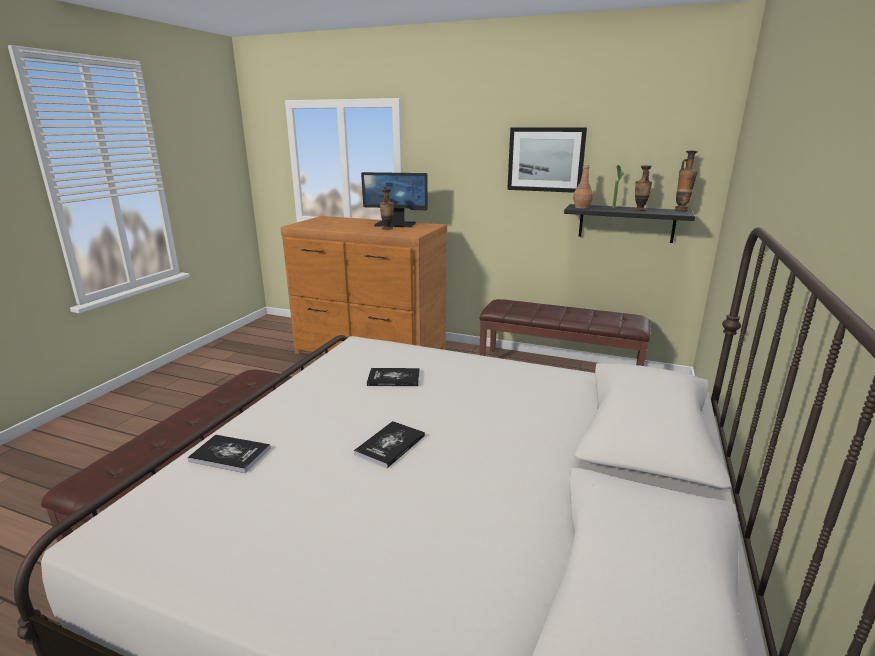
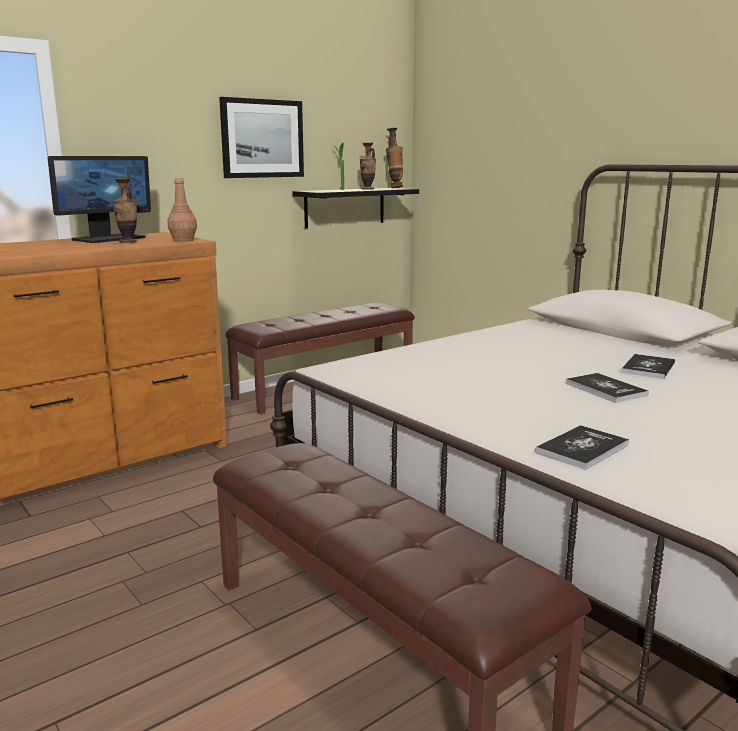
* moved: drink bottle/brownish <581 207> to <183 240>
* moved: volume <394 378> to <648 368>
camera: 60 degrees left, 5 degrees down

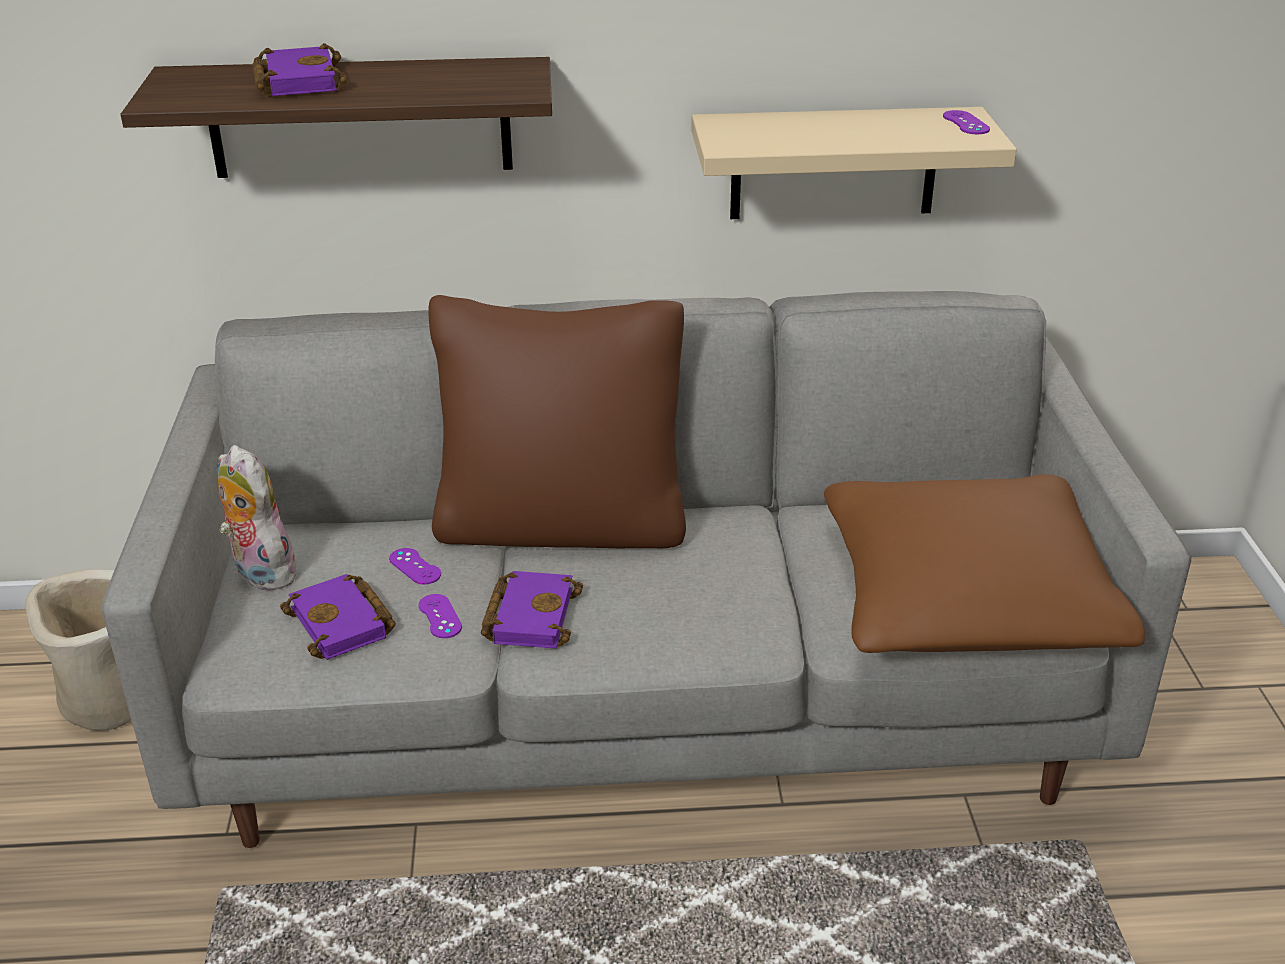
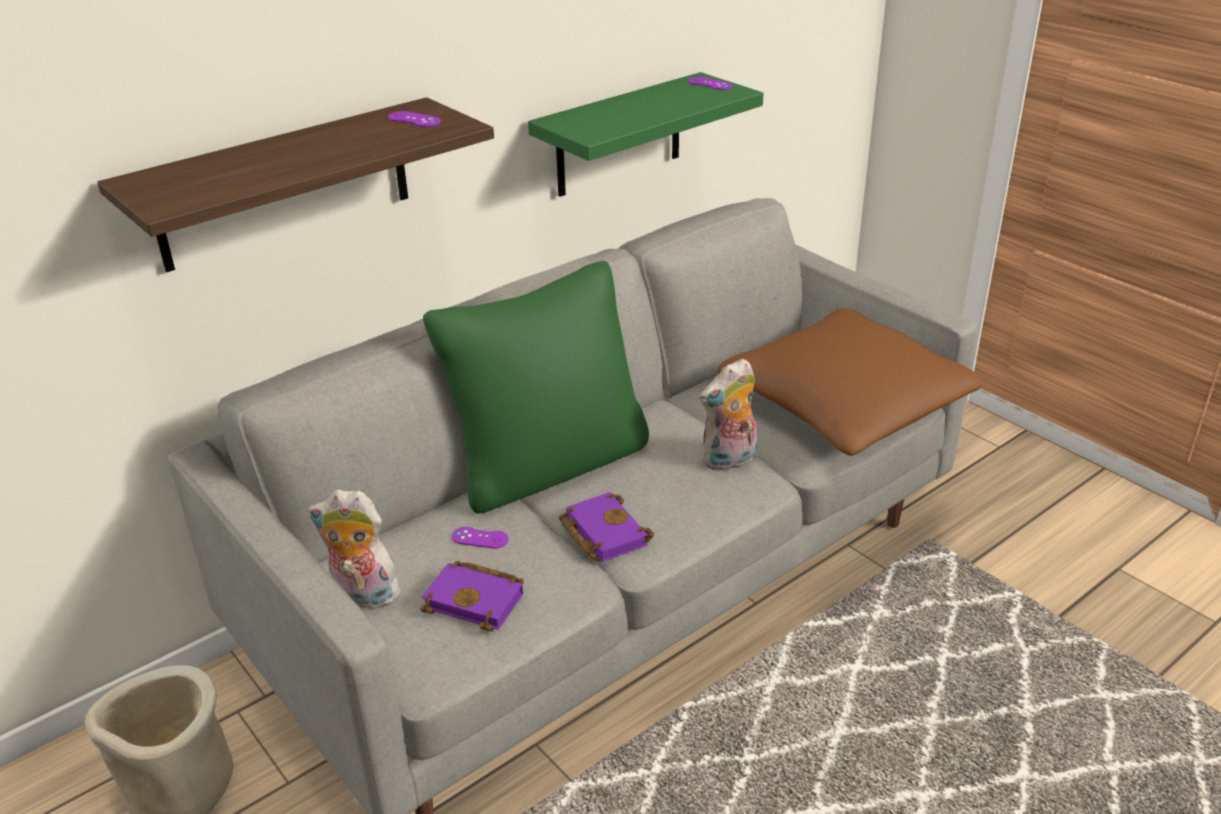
* removed: volume/purplish <296 80>
* recoloured: wall shelf/beige-coloured <834 163> to wall shelf/green-coloured <619 136>
* recoloured: cushion/brownish <562 524> to cushion/green-coloured <548 464>
* moved: gamepad/purplish <440 616> to <414 120>
* added: cuddly toy <729 461>
camera: 35 degrees left, 0 degrees up

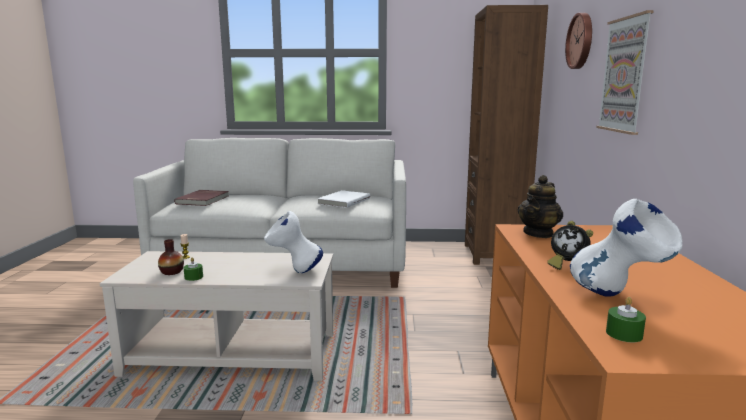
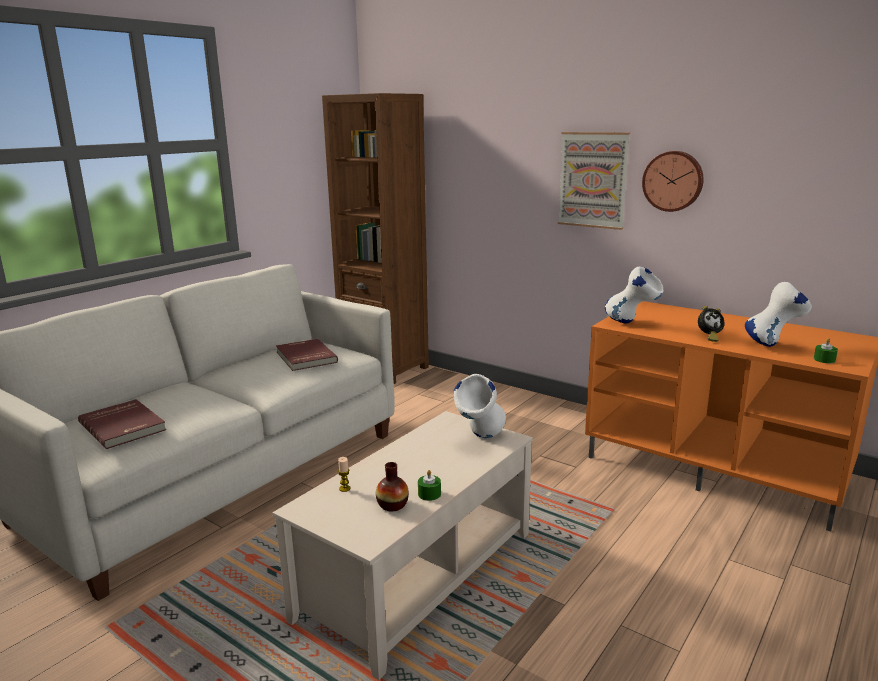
* moved: wall clock <581 41> to <673 181>
* replaced: pot for tea <538 233> to vase/white <632 323>
* recoloured: volume/white <343 201> to volume/reddish <305 357>
camera: 55 degrees left, 5 degrees up

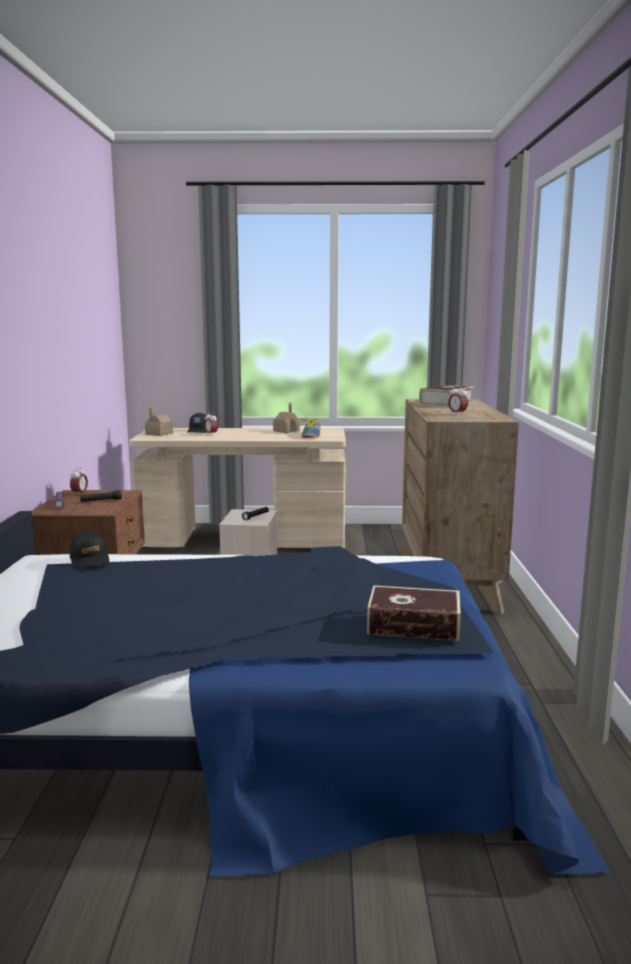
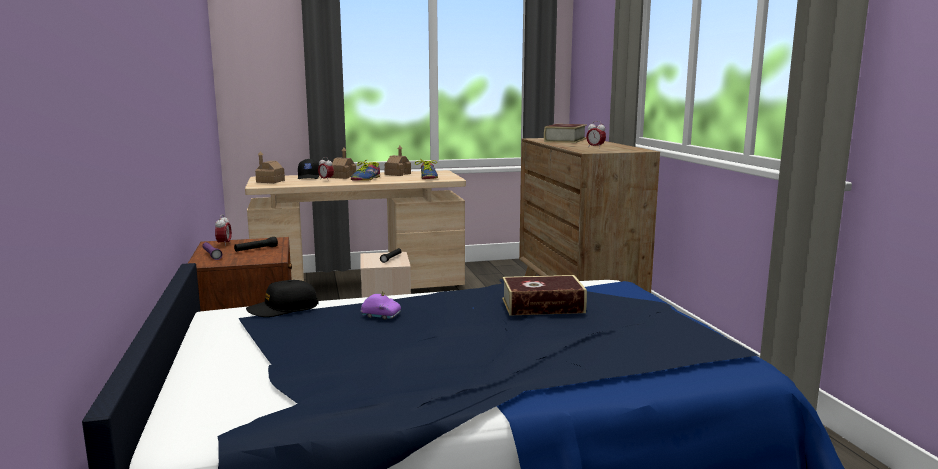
* turned: baseball cap/black-coloured <90 559> = <283 309> 105 degrees clockwise
* moved: volume <413 625> to <542 306>
* added: model house <343 177>
* added: item of footwear <366 179>
* added: toy car/purplish <381 315>
camera: 15 degrees left, 0 degrees up

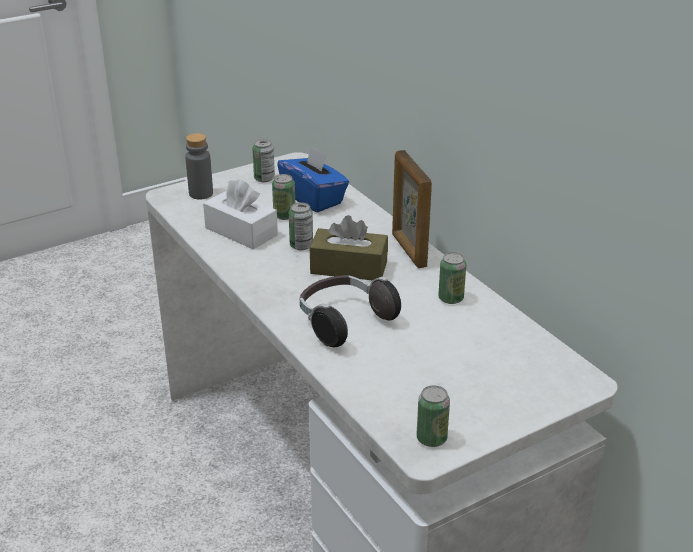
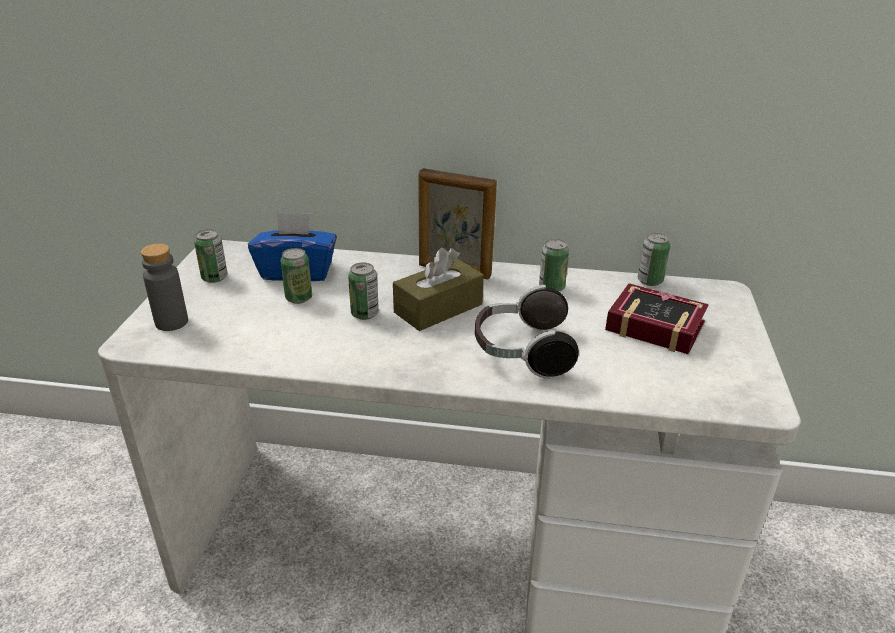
* removed: box of tissues/white <241 231>
* moved: metal can <431 439> to <650 281>
* added: volume <651 324>
camera: 50 degrees left, 0 degrees up

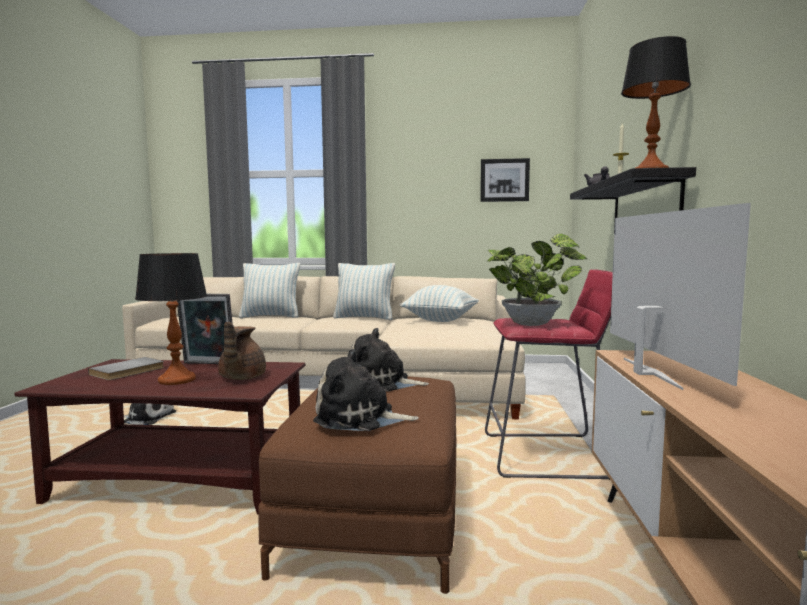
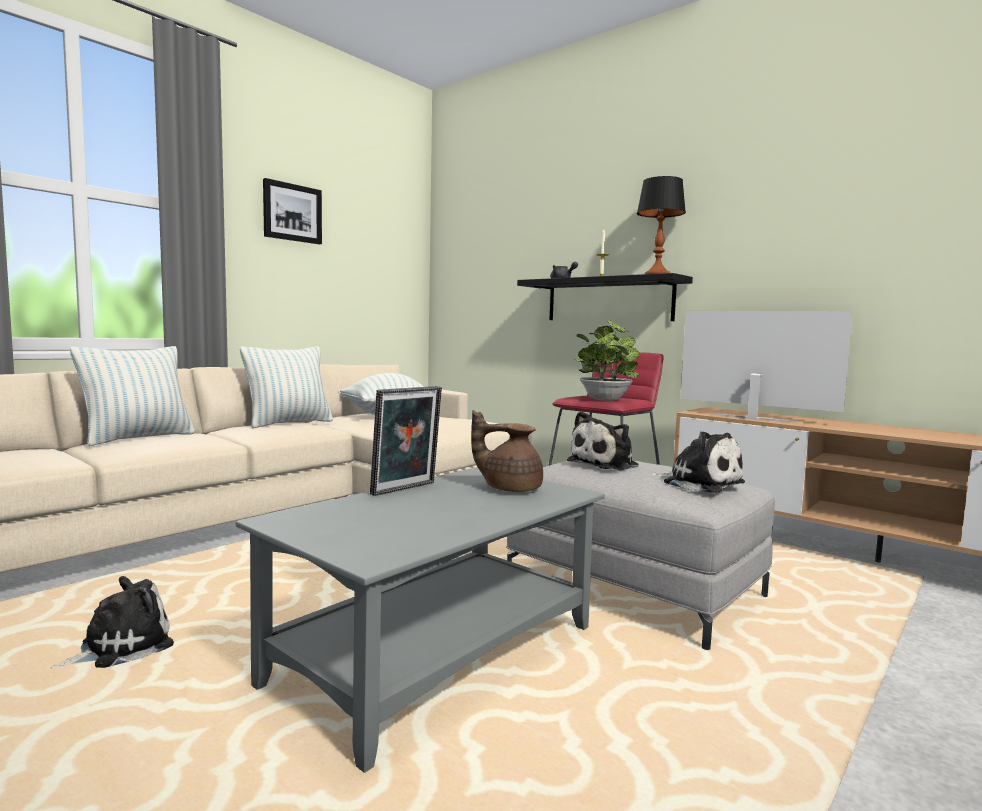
* moved: wall picture <504 180> to <292 212>
* removed: lamp for a table <177 380>
* turned: pot for tea/brownish <241 378> = <509 488> 150 degrees clockwise
* turned: cuddly toy <360 418> = <699 483> 90 degrees counterclockwise
* removed: volume/grey <129 371>
* recoloured: low table/brownish <184 480> to low table/grey <438 654>
* recoloured: footrest/brownish <377 514> to footrest/grey <634 587>
camera: 55 degrees left, 0 degrees up

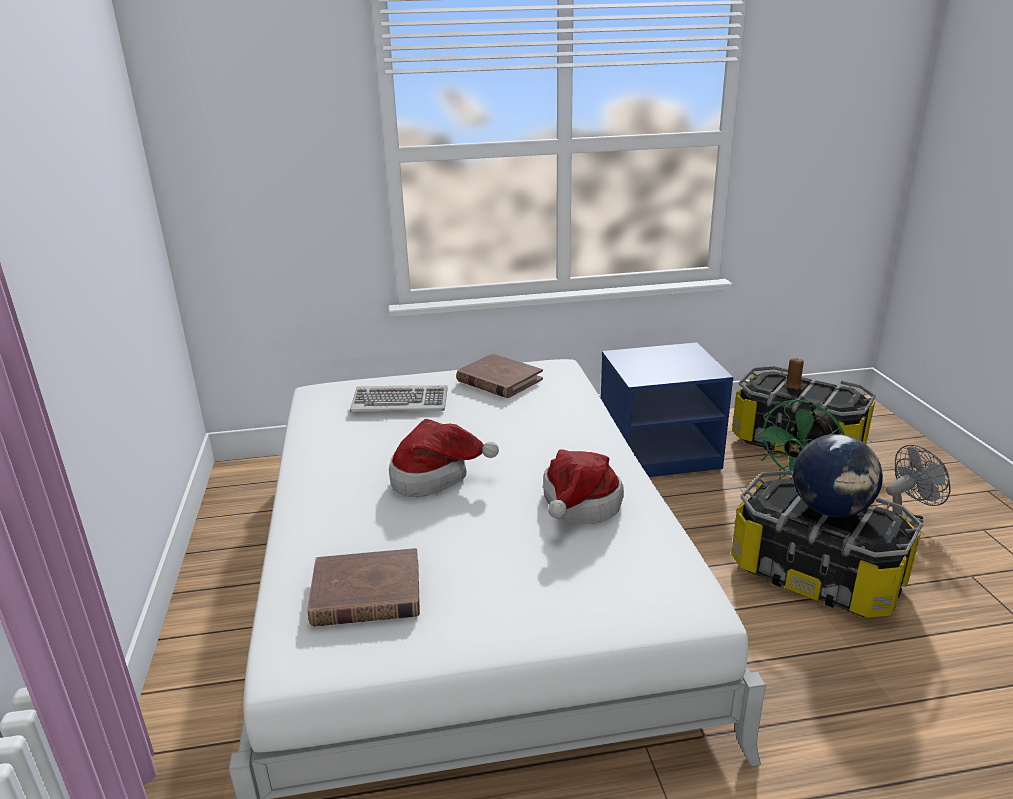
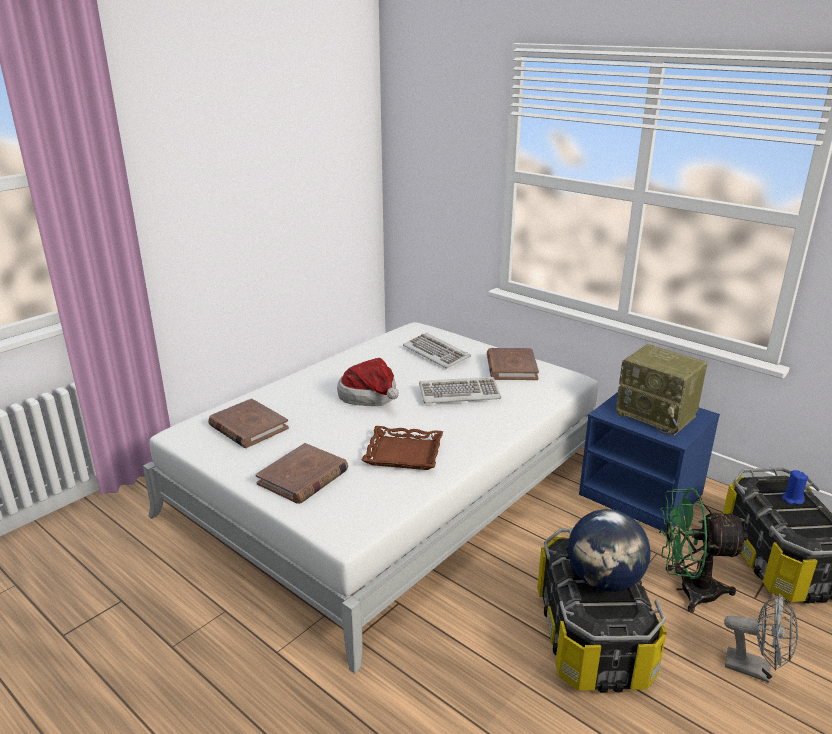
* recoloured: wax light/brownish <793 385> to wax light/bluish <792 499>
* replaced: hat <578 506> to tray/brownish <403 454>
* added: radio set <657 415>
* added: keyboard <459 393>
* added: volume/brownish <303 477>
camera: 50 degrees right, 0 degrees up

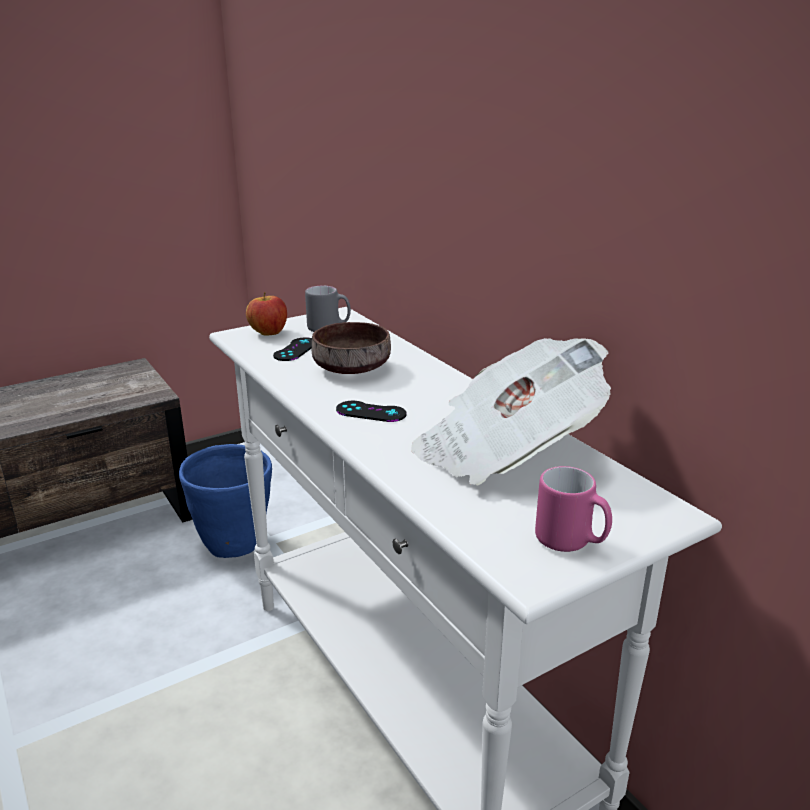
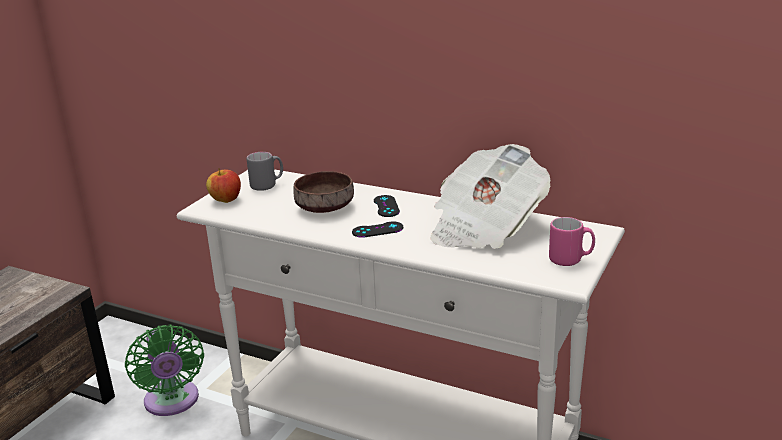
* moved: gamepad/black-coloured <295 349> to <386 206>
* replaced: planter/bluish <235 545> to fan/green-coloured <172 402>
camera: 30 degrees left, 0 degrees up

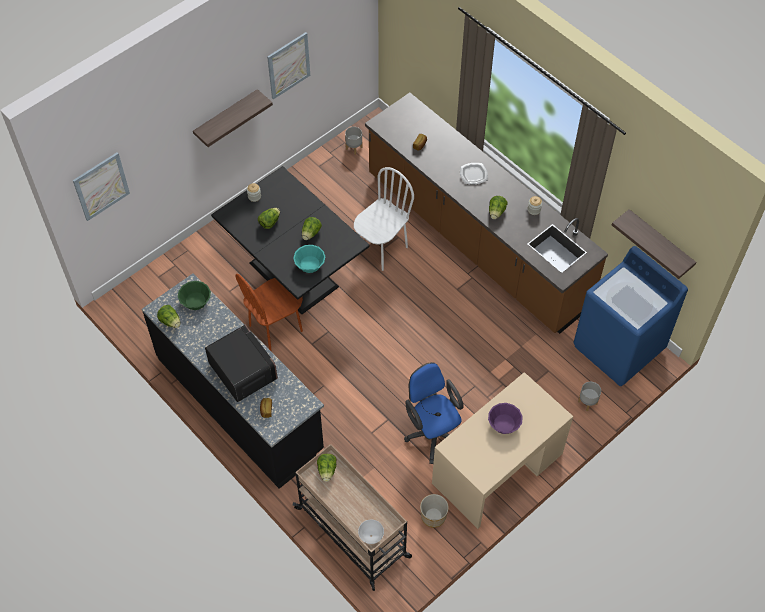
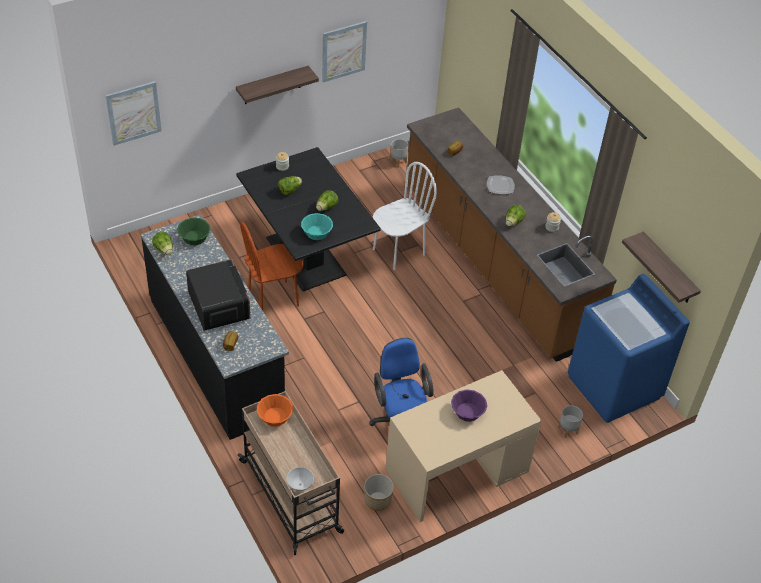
* replaced: head of lettuce <327 470> to bowl/orange <275 416>
camera: 10 degrees right, 10 degrees down

